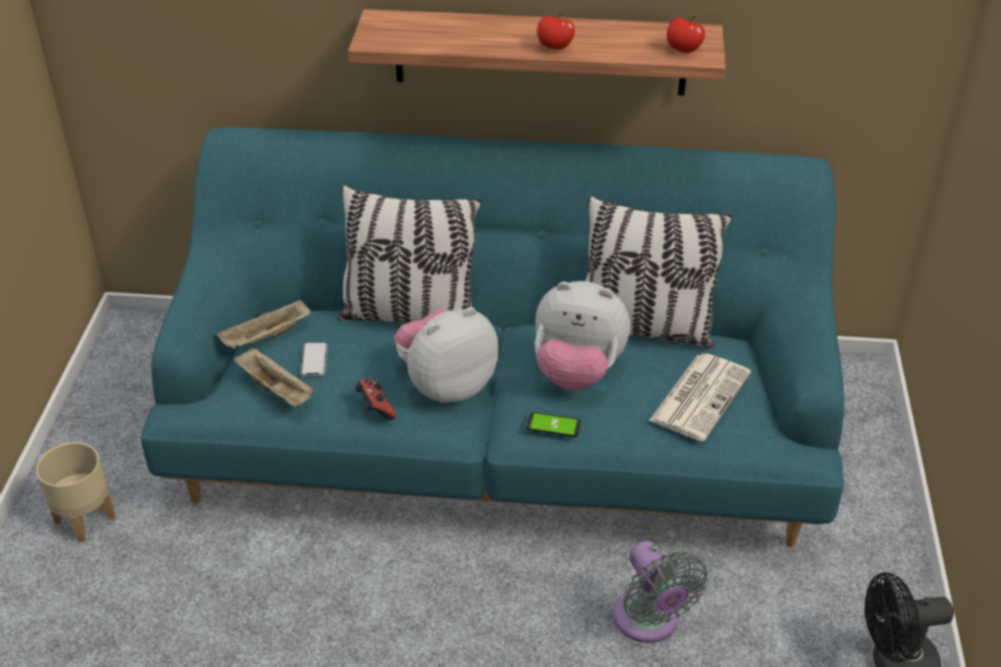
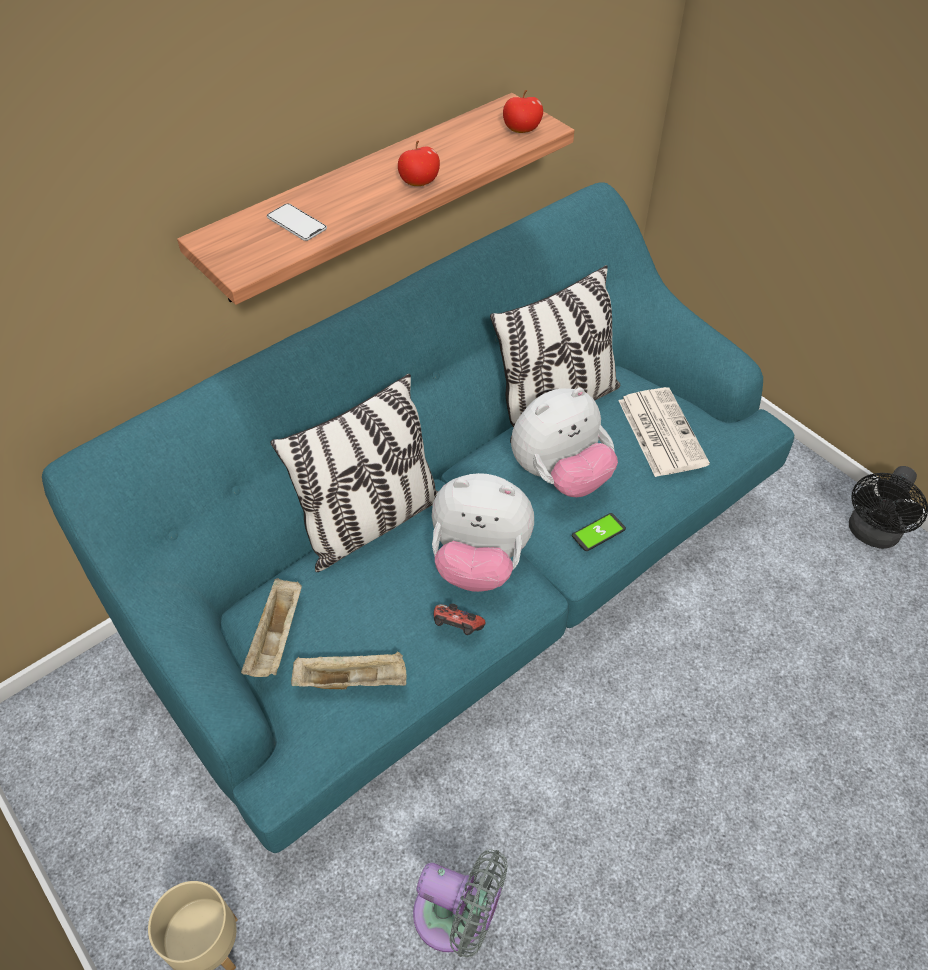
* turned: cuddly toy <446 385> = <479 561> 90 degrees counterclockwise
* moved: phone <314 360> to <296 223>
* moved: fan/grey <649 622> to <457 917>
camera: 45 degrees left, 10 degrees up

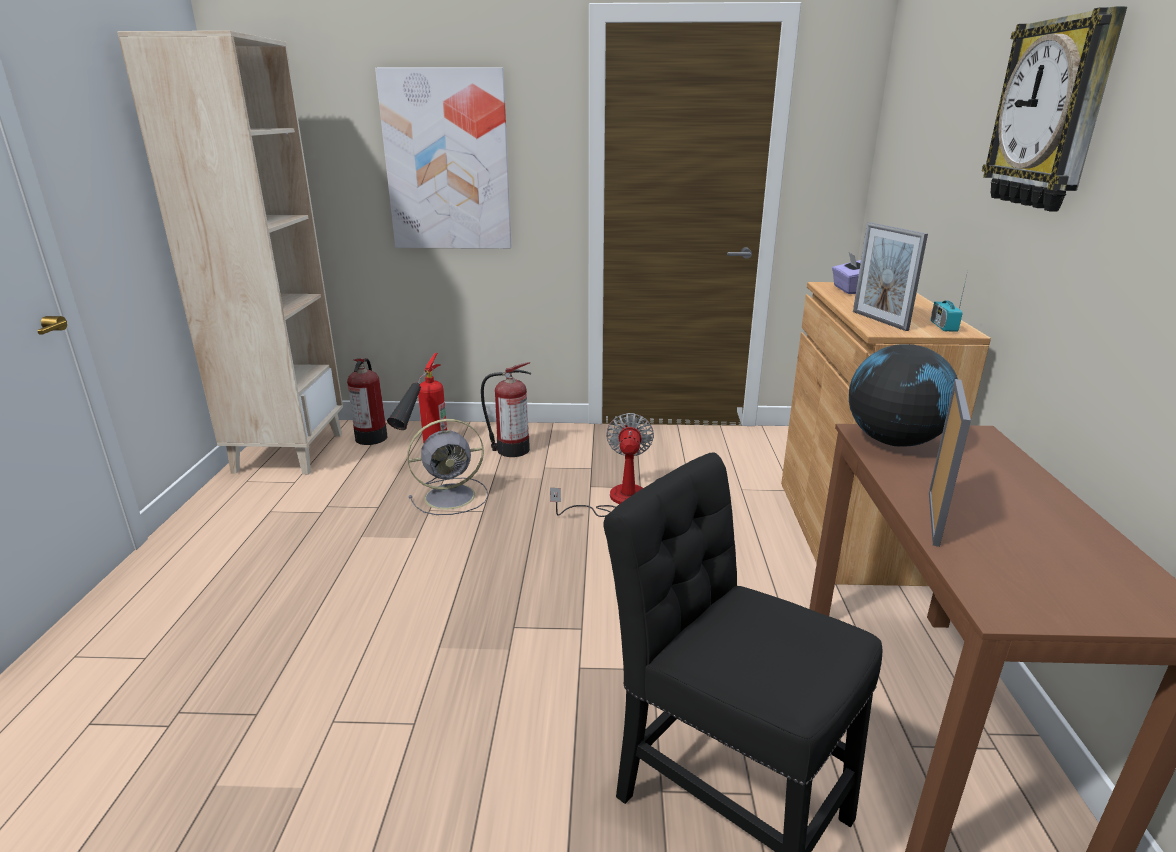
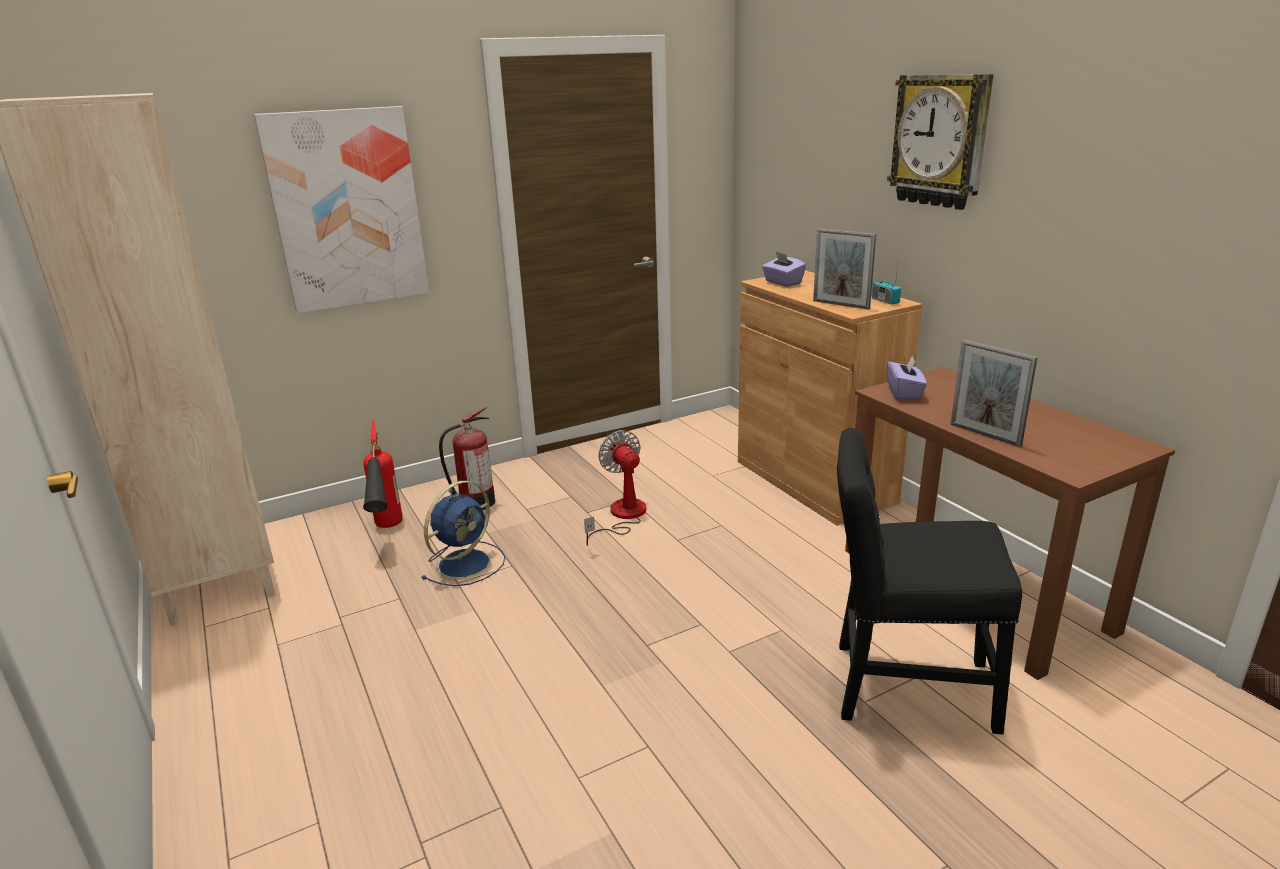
* replaced: desk globe <893 441> to box of tissues/purplish <904 393>
* removed: fire extinguisher <372 437>
* turned: photo frame <934 518> = <985 434> 150 degrees clockwise
* recoloured: fan/grey <452 496> to fan/bluish <466 563>
camera: 30 degrees left, 0 degrees up

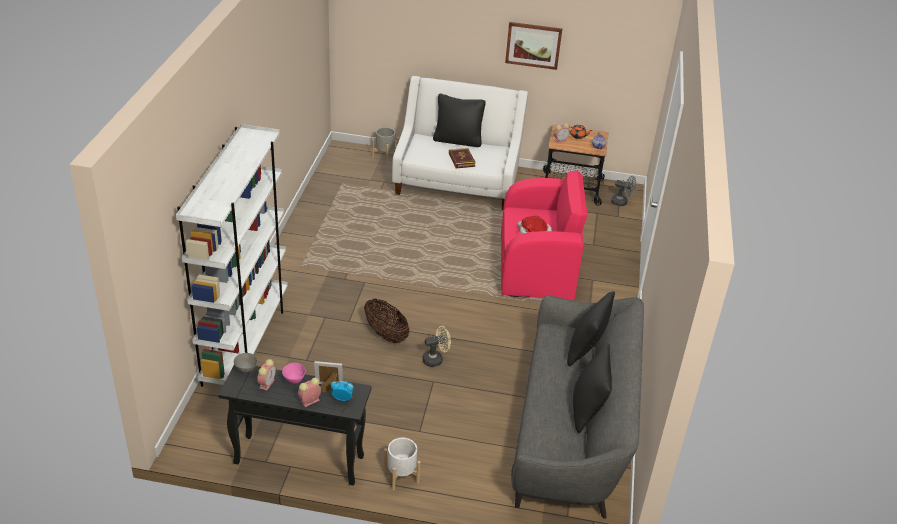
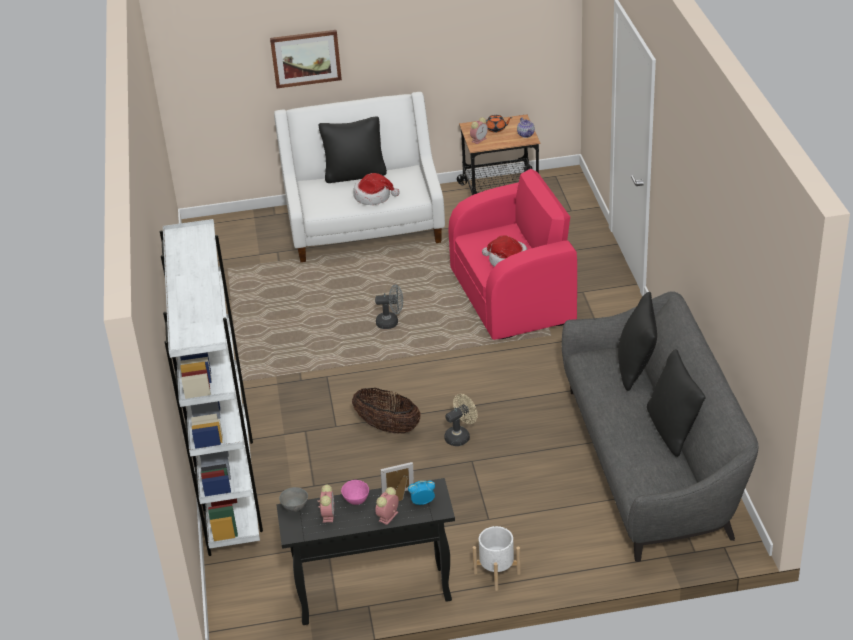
* moved: wall picture <533 45> to <306 58>
* removed: planter/grey <385 156>
* replaced: volume <461 160> to hat <373 196>
* moved: fan/grey <622 202> to <391 322>
camera: 15 degrees left, 0 degrees up

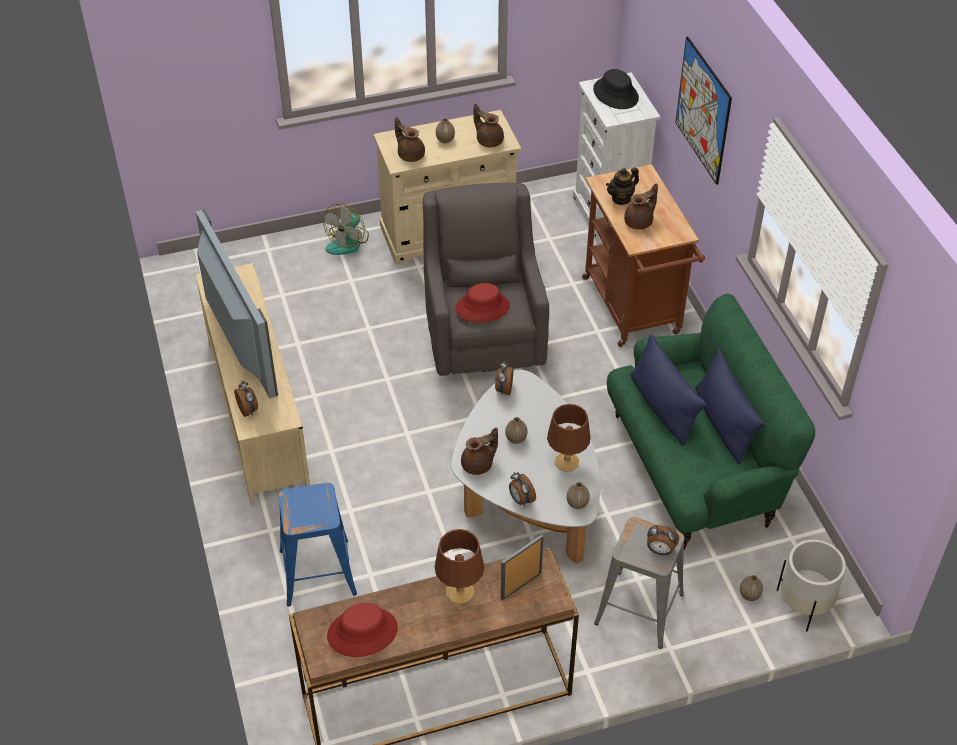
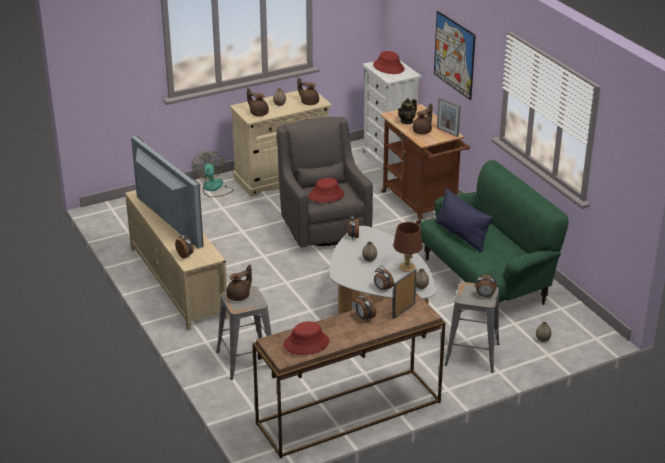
* recoloured: hat/black-coloured <616 94> to hat/reddish <388 67>
* turned: fan <348 242> = <213 188> 150 degrees clockwise
* removed: cushion/bluish <723 423>
* moved: pot for tea/brownish <478 465> to <239 296>
* recoloured: stool/bluish <318 572> to stool/grey <247 359>
* replaced: lamp for a table/brownish <460 592> to table clock <365 318>
* removed: planter/white <804 604>
* added: photo frame <447 132>
camera: 10 degrees left, 15 degrees down

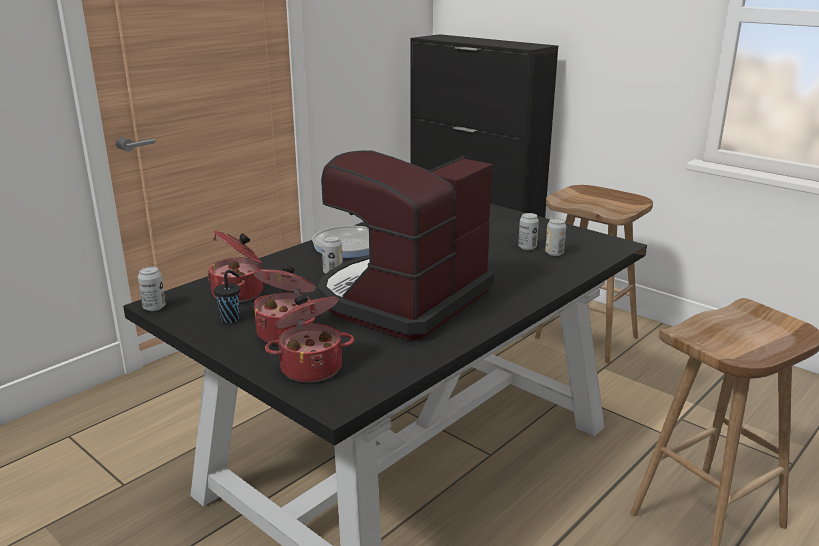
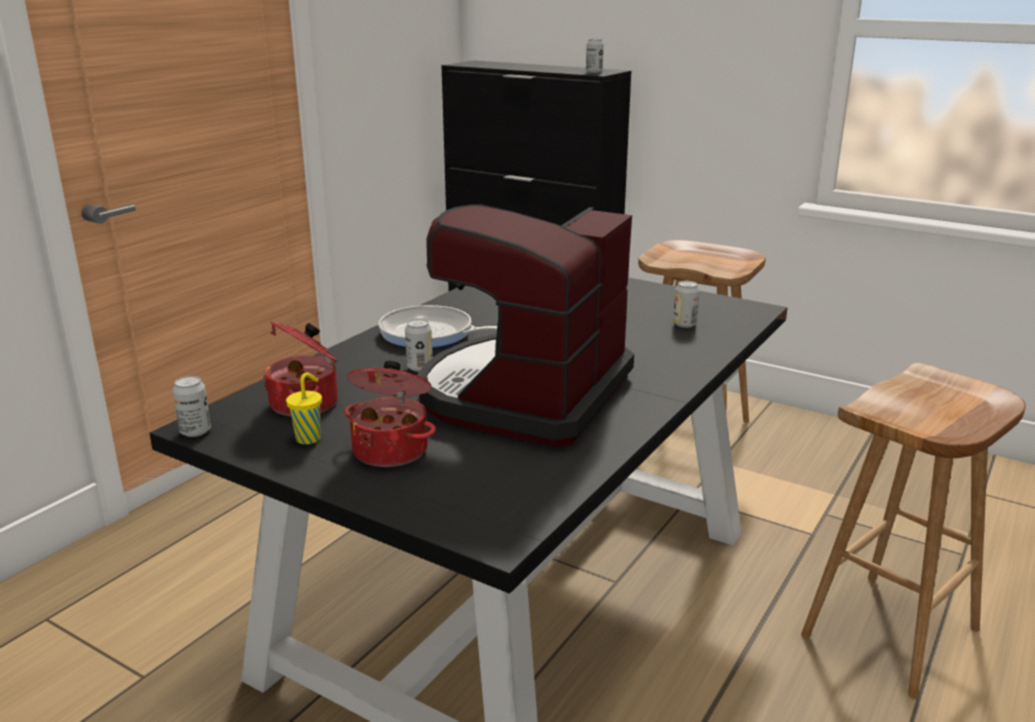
* moved: metal can <527 247> to <594 72>
* recoloured: cup/black-coloured <231 319> to cup/yellowish <309 438>
* removed: cooking pot <311 367>
camera: 10 degrees left, 0 degrees up

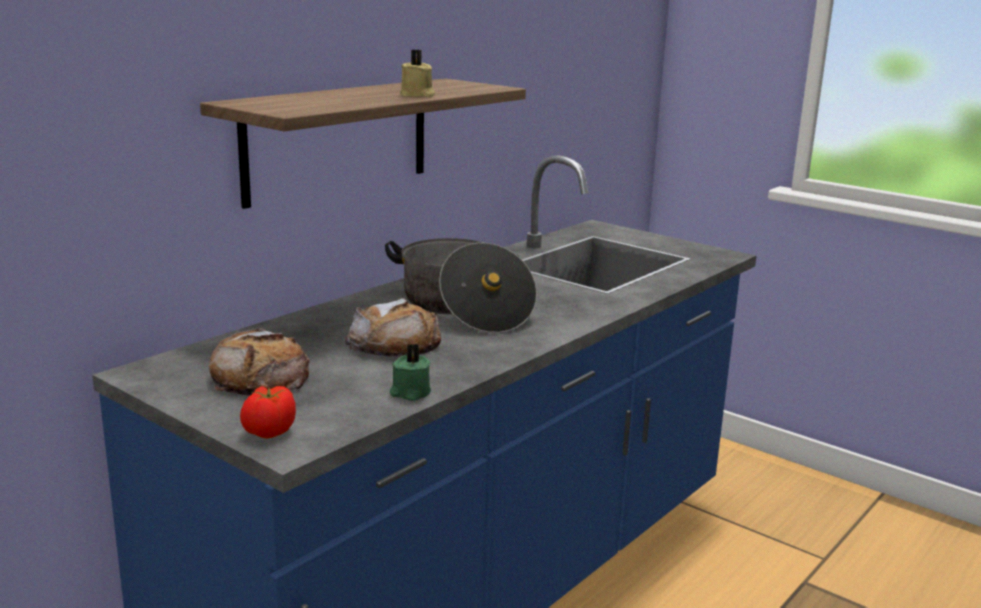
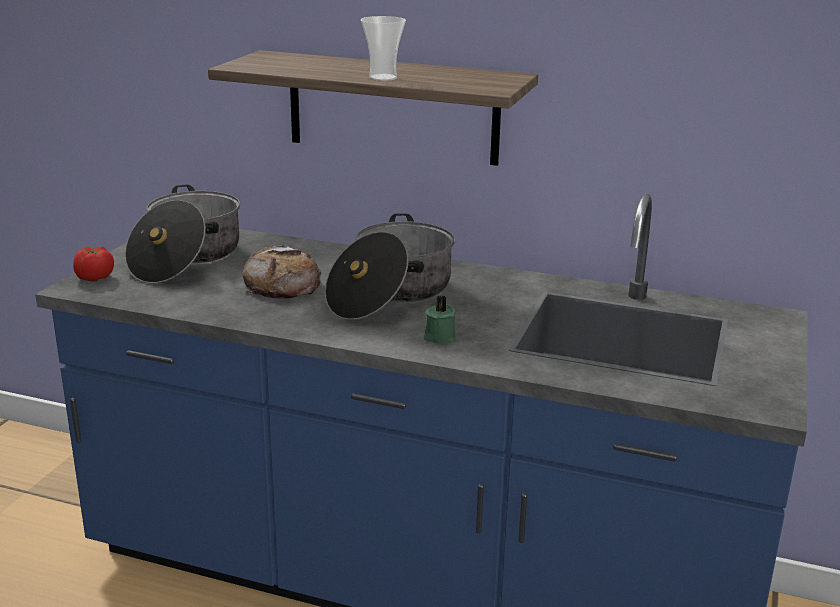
* replaced: wax light/beige-coloured <417 95> to cup <383 78>
* replaced: bakery bread <260 377> to cooking pot <186 258>
* moved: wax light/green-coloured <410 393> to <439 336>
camera: 70 degrees right, 5 degrees up

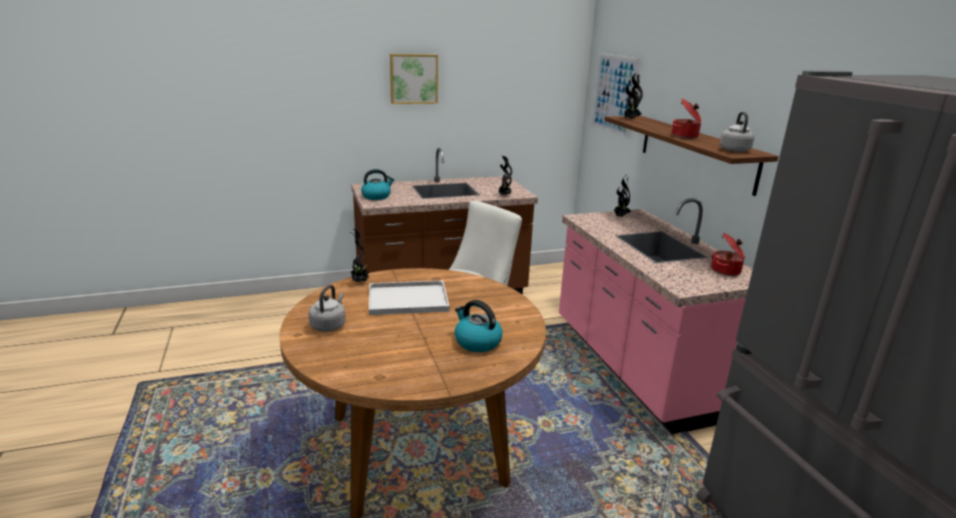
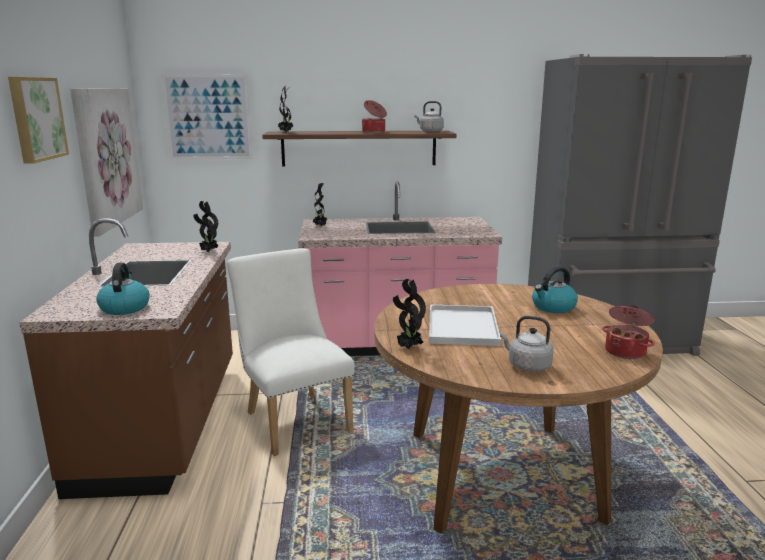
* moved: cooking pot <726 271> to <626 351>
* added: wall picture <107 157>
camera: 75 degrees left, 5 degrees down

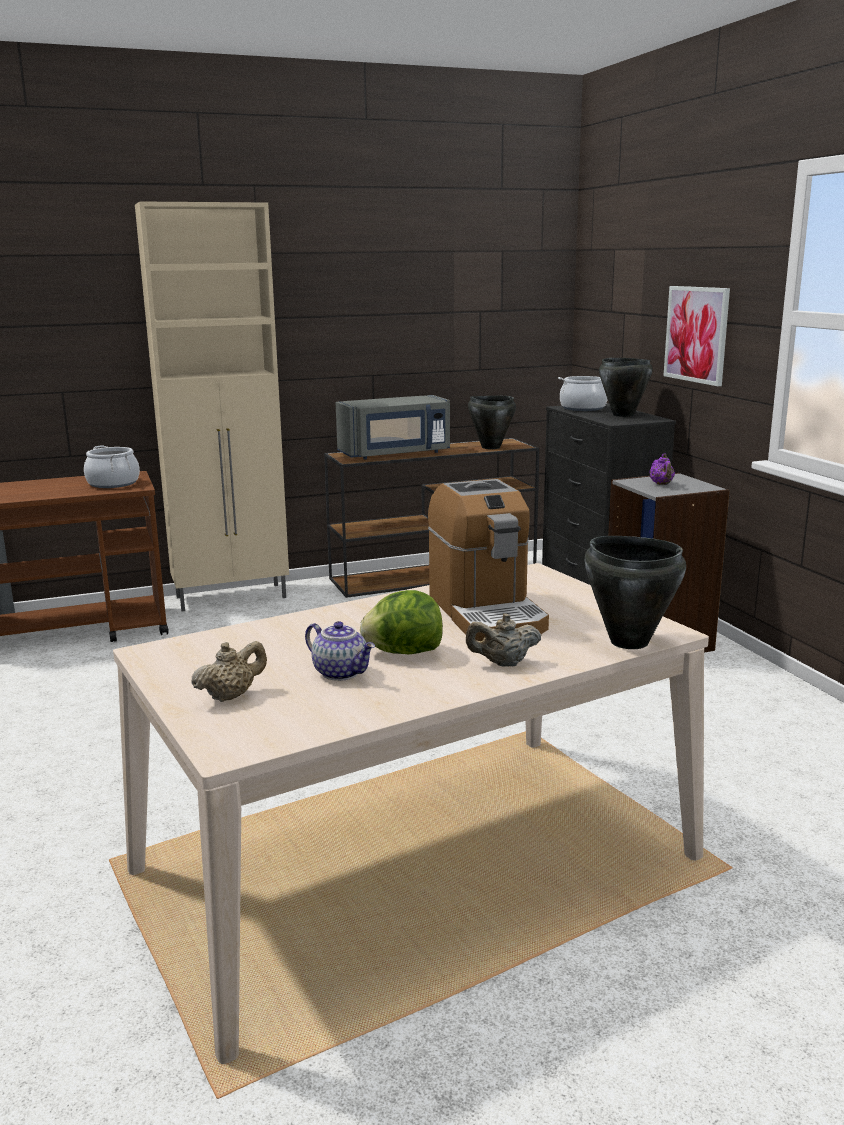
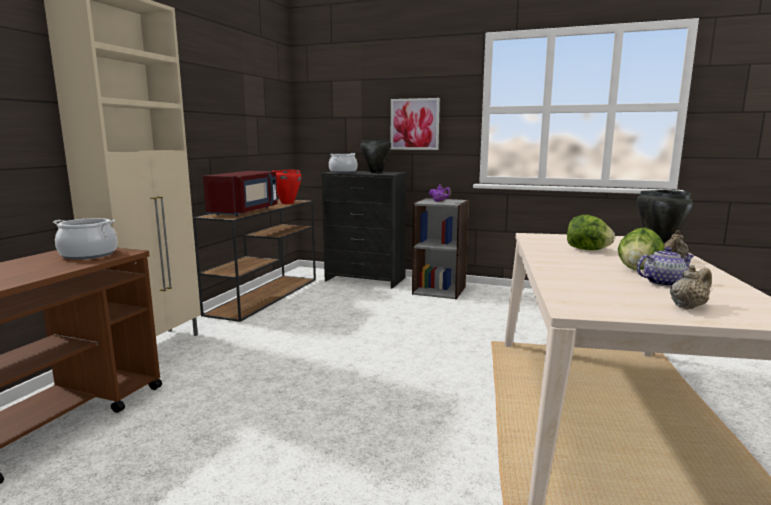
* recoloured: microwave oven/grey <395 454> to microwave oven/reddish <245 211>
* recoloured: cooking pot/black-coloured <490 447> to cooking pot/reddish <287 203>
* replaced: coffee maker <486 613> to head of lettuce <587 250>
* turned: pot for tea/beige-coloured <231 696> = <688 306> 60 degrees clockwise
camera: 50 degrees left, 5 degrees down

